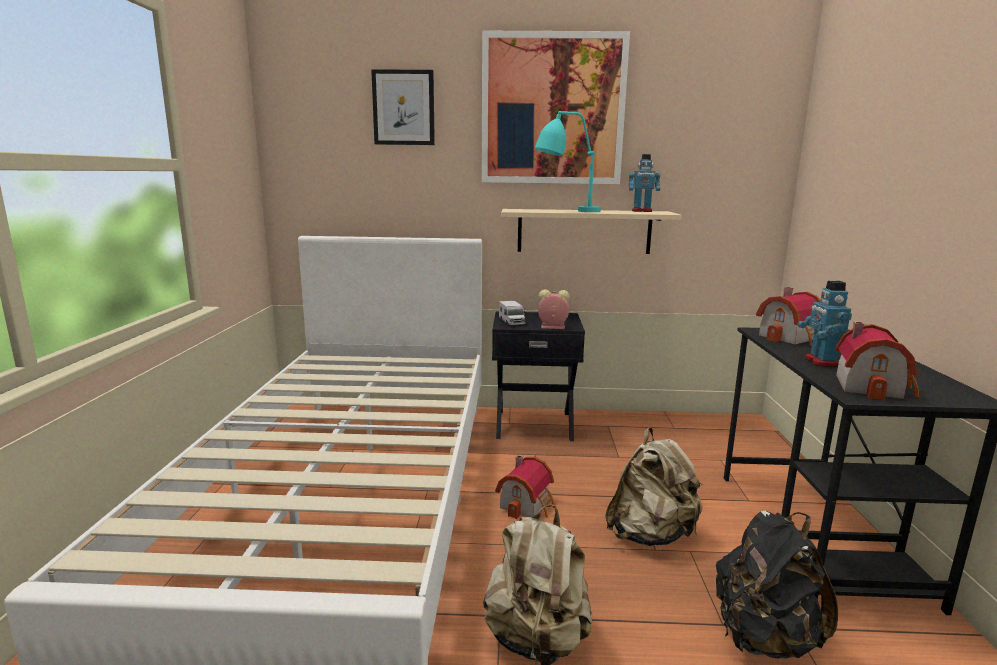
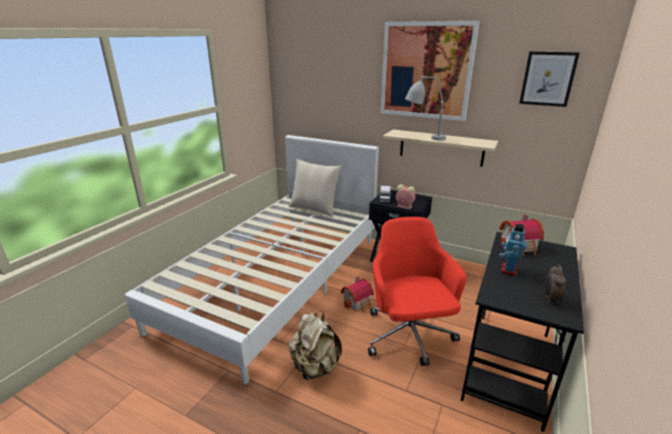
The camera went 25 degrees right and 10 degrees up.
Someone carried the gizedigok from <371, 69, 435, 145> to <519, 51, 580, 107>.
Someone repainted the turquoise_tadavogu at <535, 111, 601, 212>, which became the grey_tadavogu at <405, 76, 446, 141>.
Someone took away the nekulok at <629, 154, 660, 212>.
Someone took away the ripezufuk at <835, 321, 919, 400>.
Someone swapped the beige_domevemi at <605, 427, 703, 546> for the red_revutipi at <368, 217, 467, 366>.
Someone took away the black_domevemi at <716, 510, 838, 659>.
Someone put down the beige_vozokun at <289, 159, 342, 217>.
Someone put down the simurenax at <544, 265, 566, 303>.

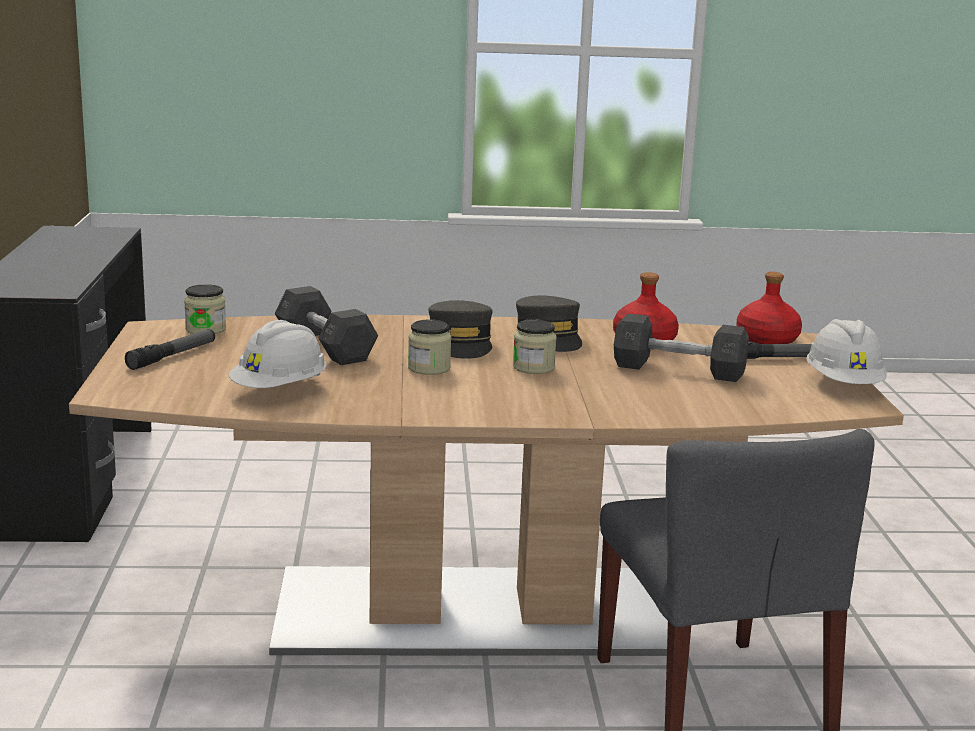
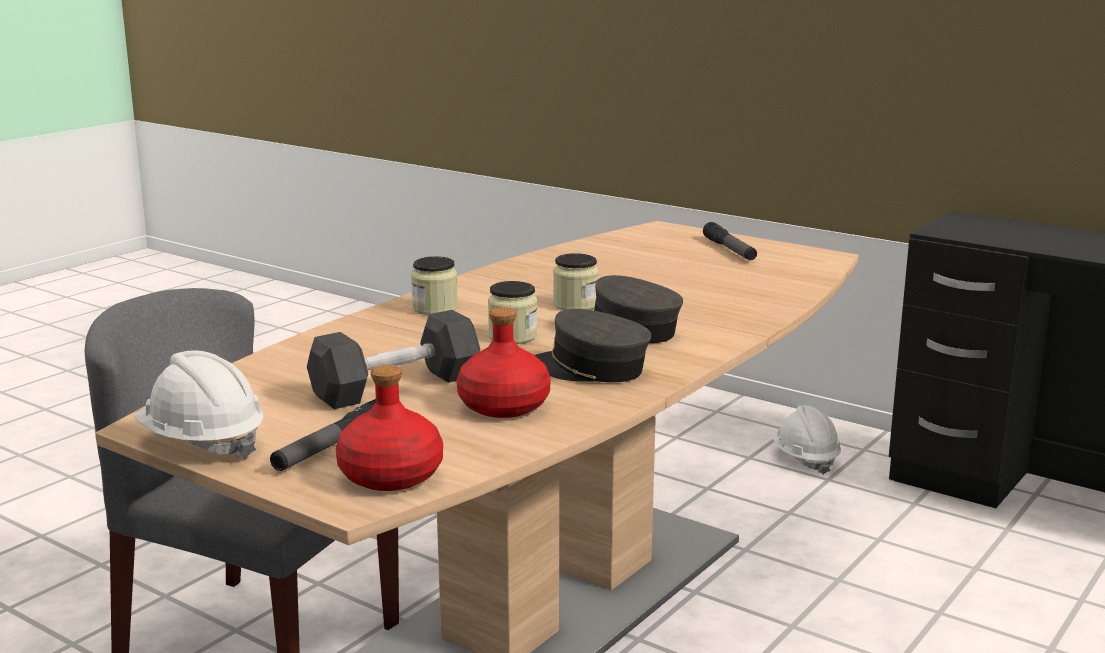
The camera went 130 degrees right and 0 degrees up.
Someone carried the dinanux from <184, 284, 226, 334> to <411, 256, 458, 315>.
Someone took away the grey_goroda at <274, 286, 378, 365>.
Someone carried the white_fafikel from <229, 320, 327, 388> to <772, 405, 841, 475>.

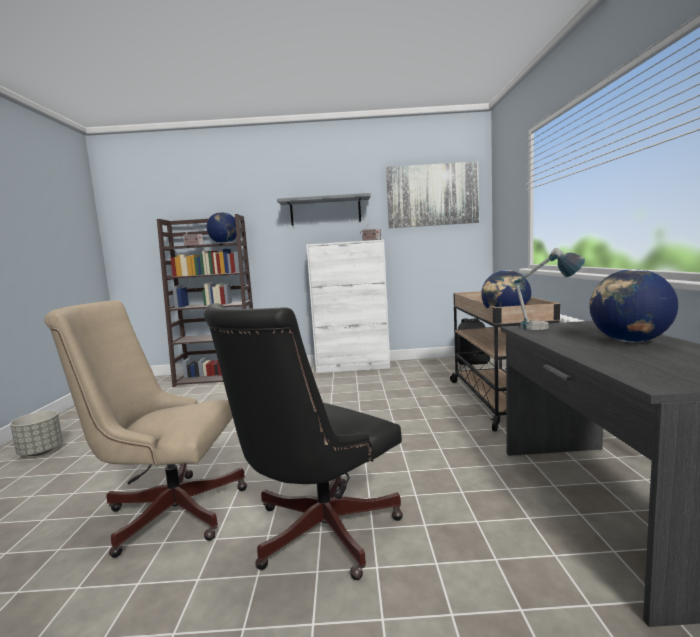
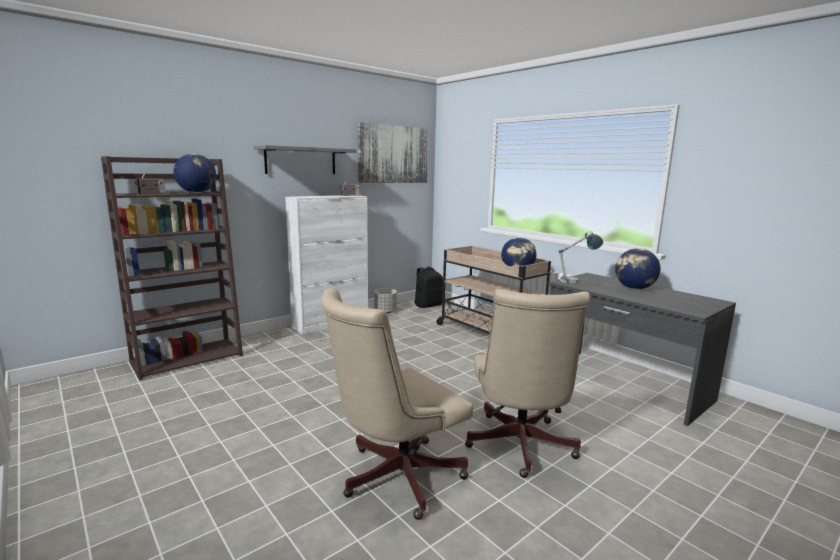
The camera went 40 degrees left and 5 degrees up.
Someone repainted the black_revutipi at <204, 303, 403, 580>, which became the beige_revutipi at <465, 289, 590, 478>.
Someone carried the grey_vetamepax from <10, 411, 63, 456> to <374, 288, 397, 313>.

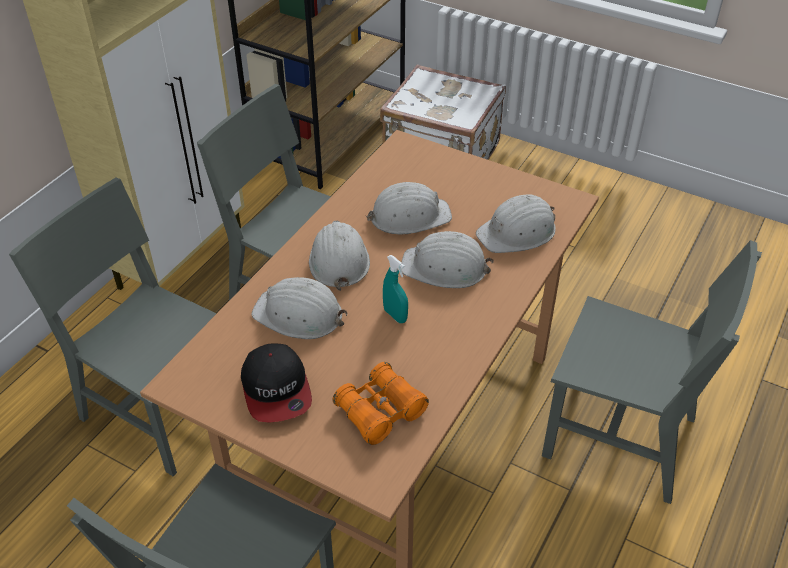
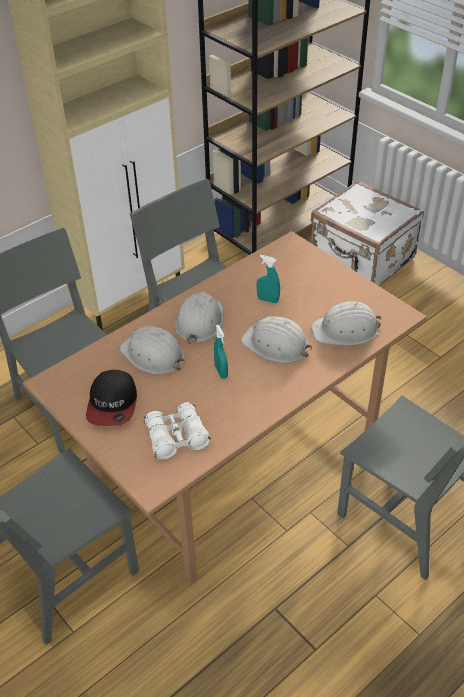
The camera went 20 degrees right and 0 degrees up.
Someone swapped the white_fafikel at <366, 182, 452, 234> for the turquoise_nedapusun at <257, 255, 280, 304>.
Someone repainted the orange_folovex at <332, 362, 429, 445>, which became the white_folovex at <144, 402, 211, 460>.

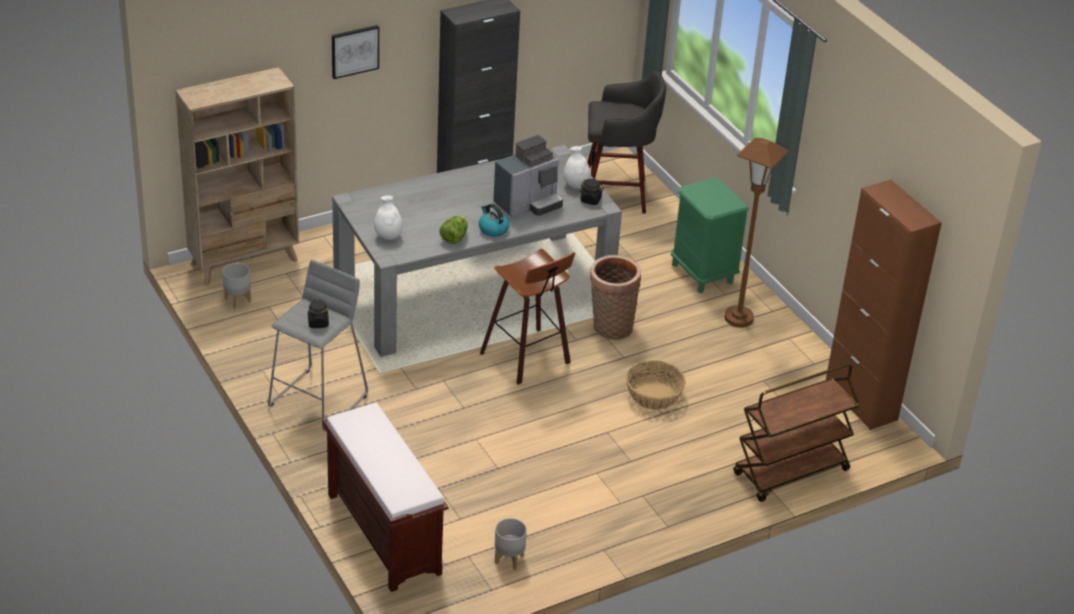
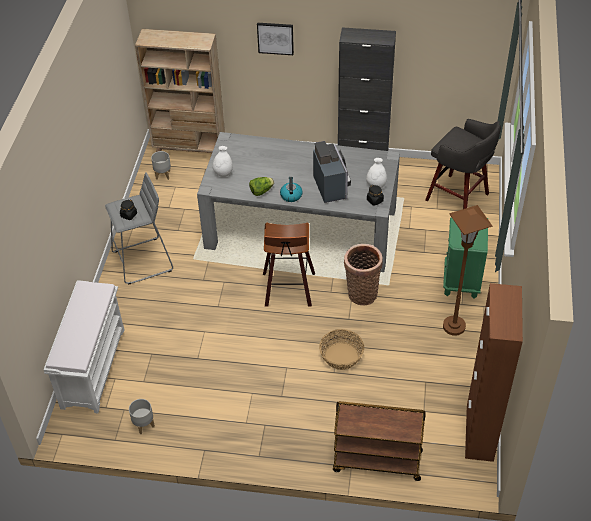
The camera went 40 degrees right and 10 degrees up.
Someone rotated the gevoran at <493, 135, 563, 217> by 105 degrees counterclockwise.
Someone repainted the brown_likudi at <322, 403, 449, 592>, which became the white_likudi at <44, 280, 124, 414>.

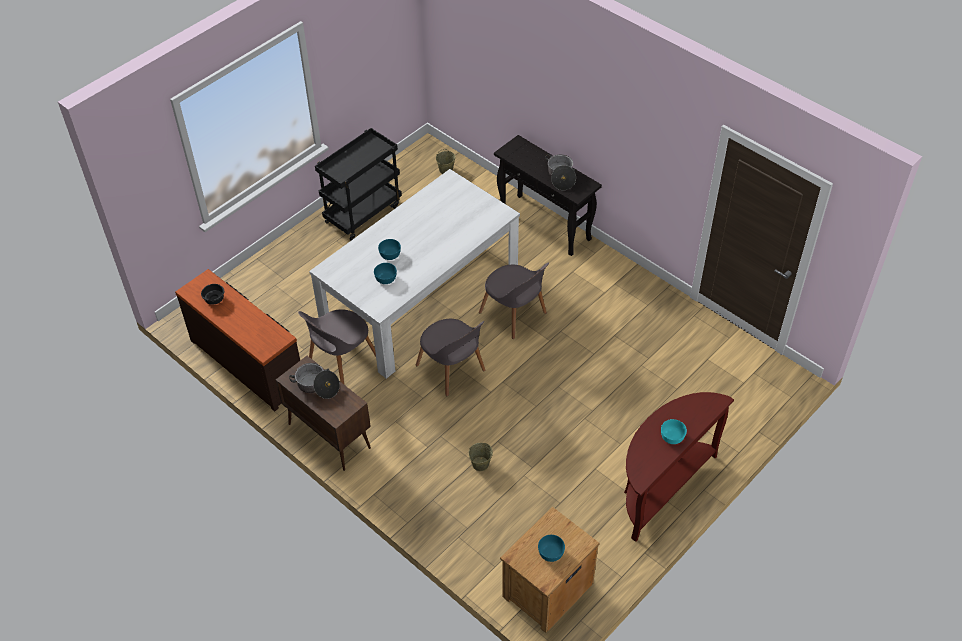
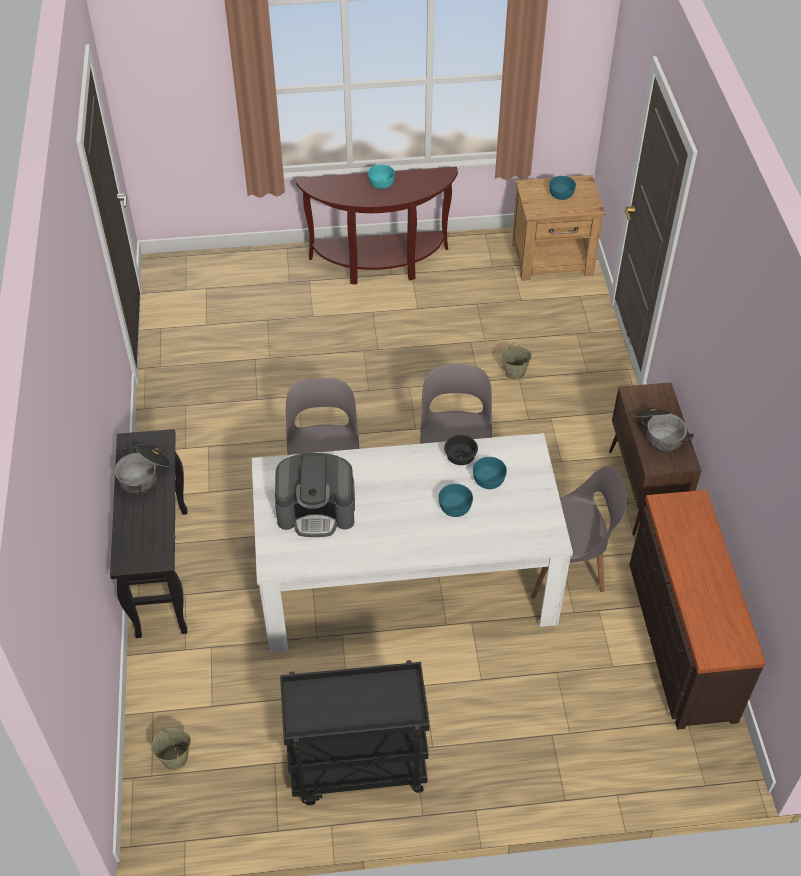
The camera went 140 degrees left and 0 degrees up.
Someone carried the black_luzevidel from <201, 284, 224, 305> to <444, 435, 478, 465>.
Someone put down the gevoran at <275, 453, 355, 537>.

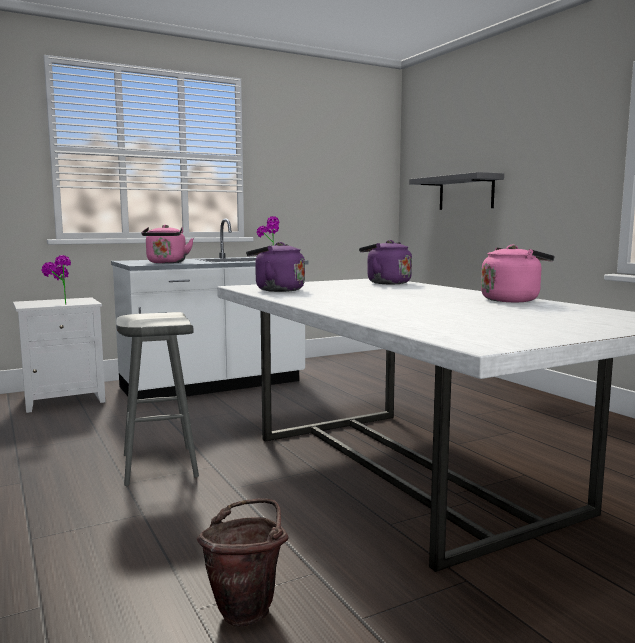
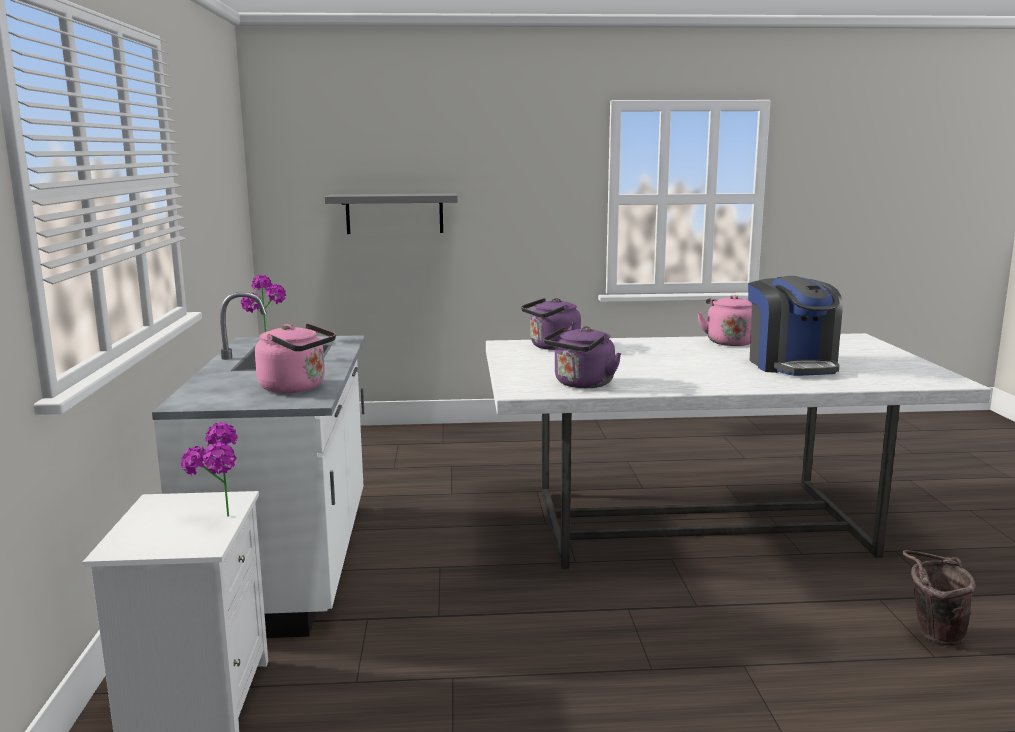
The camera went 65 degrees left and 5 degrees up.
Someone took away the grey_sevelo at <116, 312, 199, 486>.
Someone put down the gevoran at <748, 276, 843, 376>.

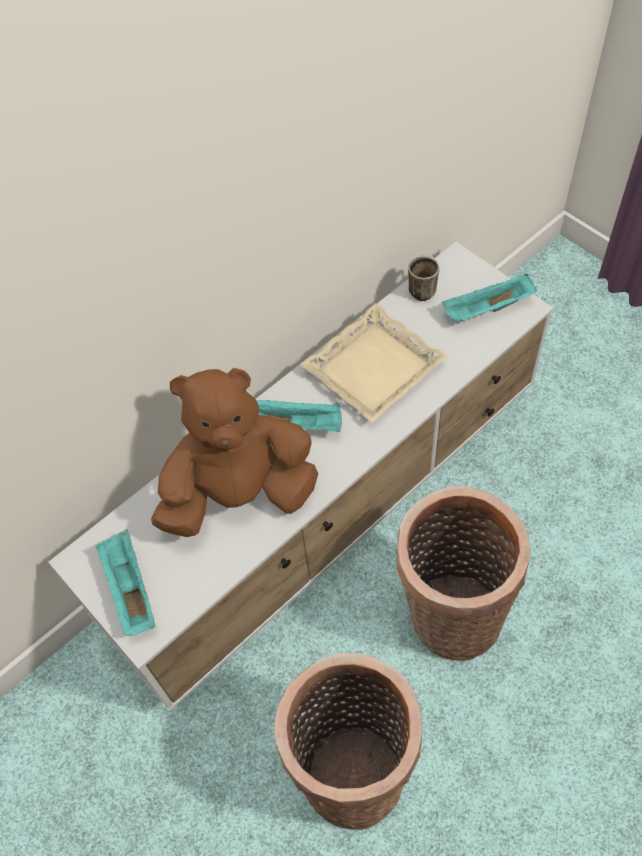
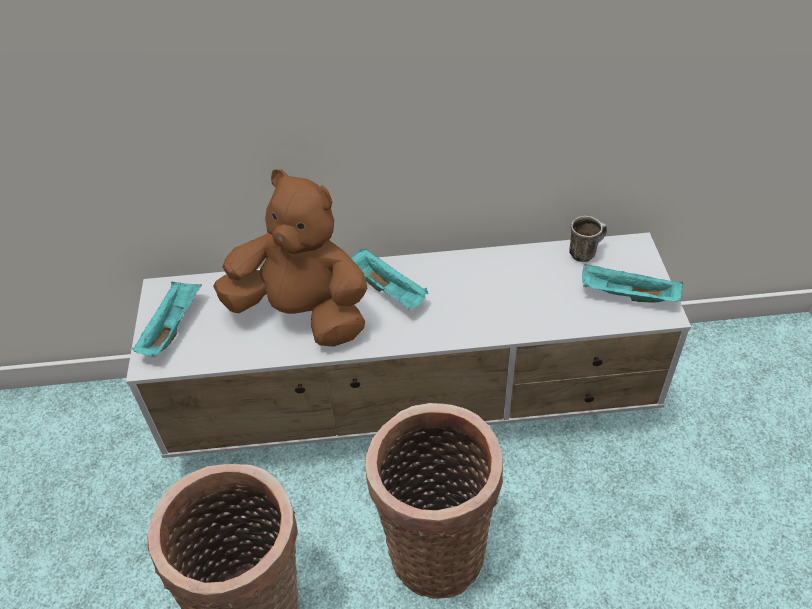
The camera went 35 degrees right and 10 degrees down.
Someone took away the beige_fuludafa at <300, 303, 448, 423>.

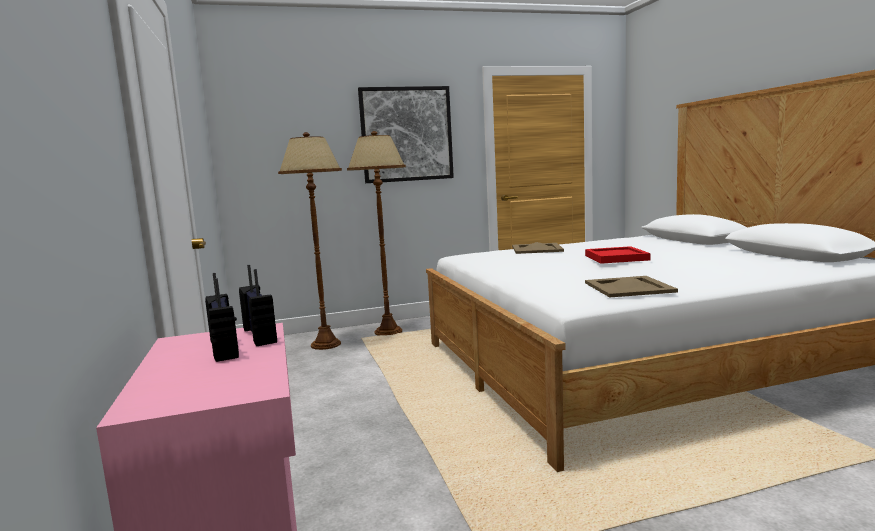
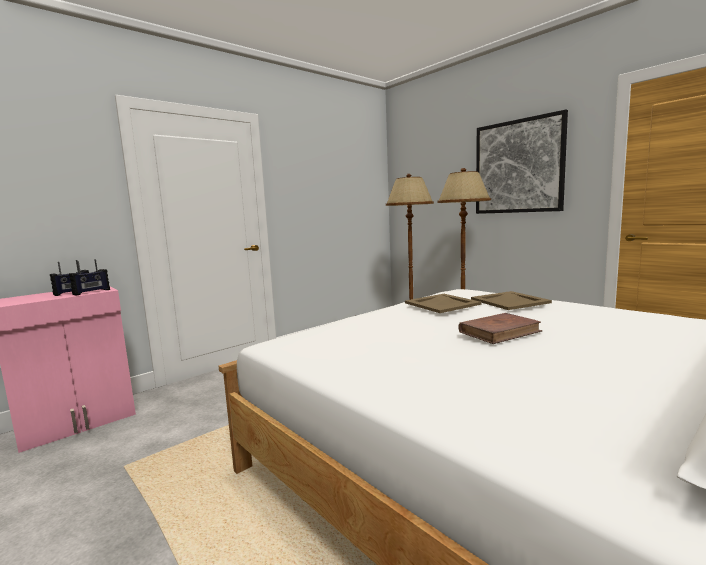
The camera went 65 degrees right and 0 degrees up.
Someone swapped the red_fuludafa at <585, 246, 650, 264> for the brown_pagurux at <458, 313, 543, 344>.
Someone carried the beige_fuludafa from <585, 276, 678, 298> to <405, 294, 481, 313>.

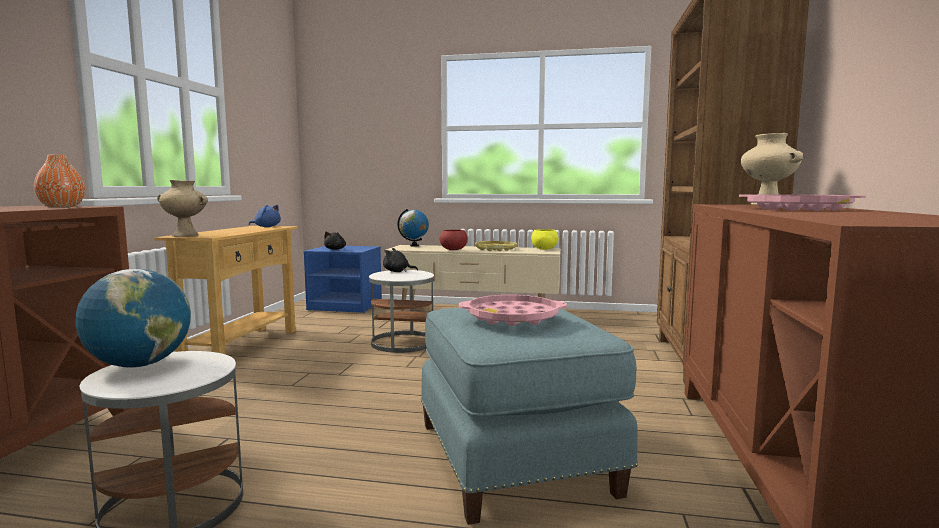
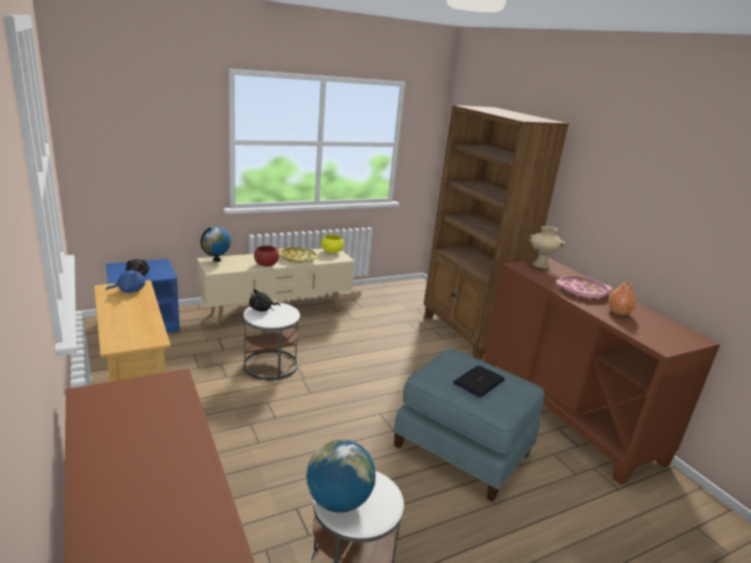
The camera went 40 degrees left and 15 degrees up.
Someone carried the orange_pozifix from <34, 155, 85, 207> to <608, 282, 636, 315>.
Someone took away the beige_pozifix at <157, 180, 208, 237>.
Someone swapped the pink_fuludafa at <459, 295, 567, 326> for the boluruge at <453, 366, 505, 398>.

